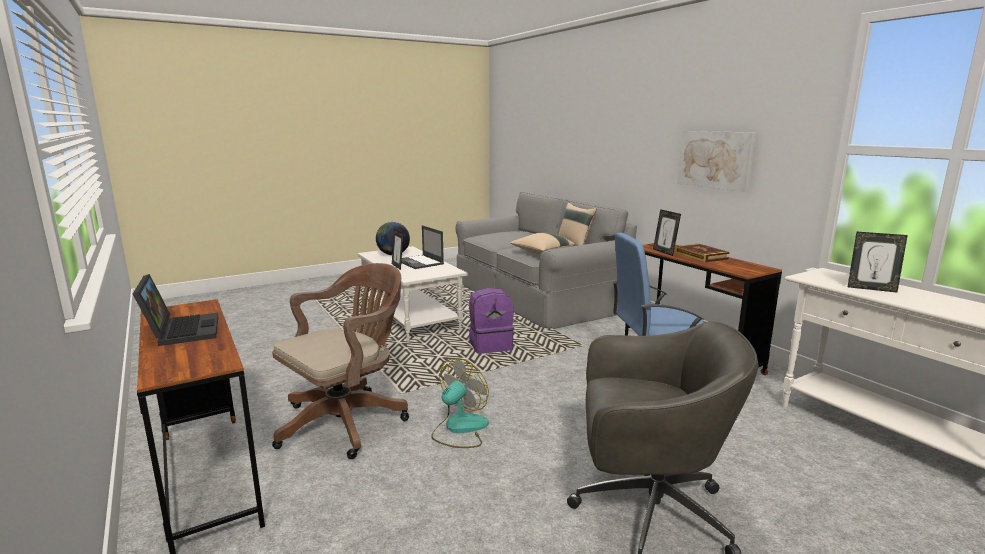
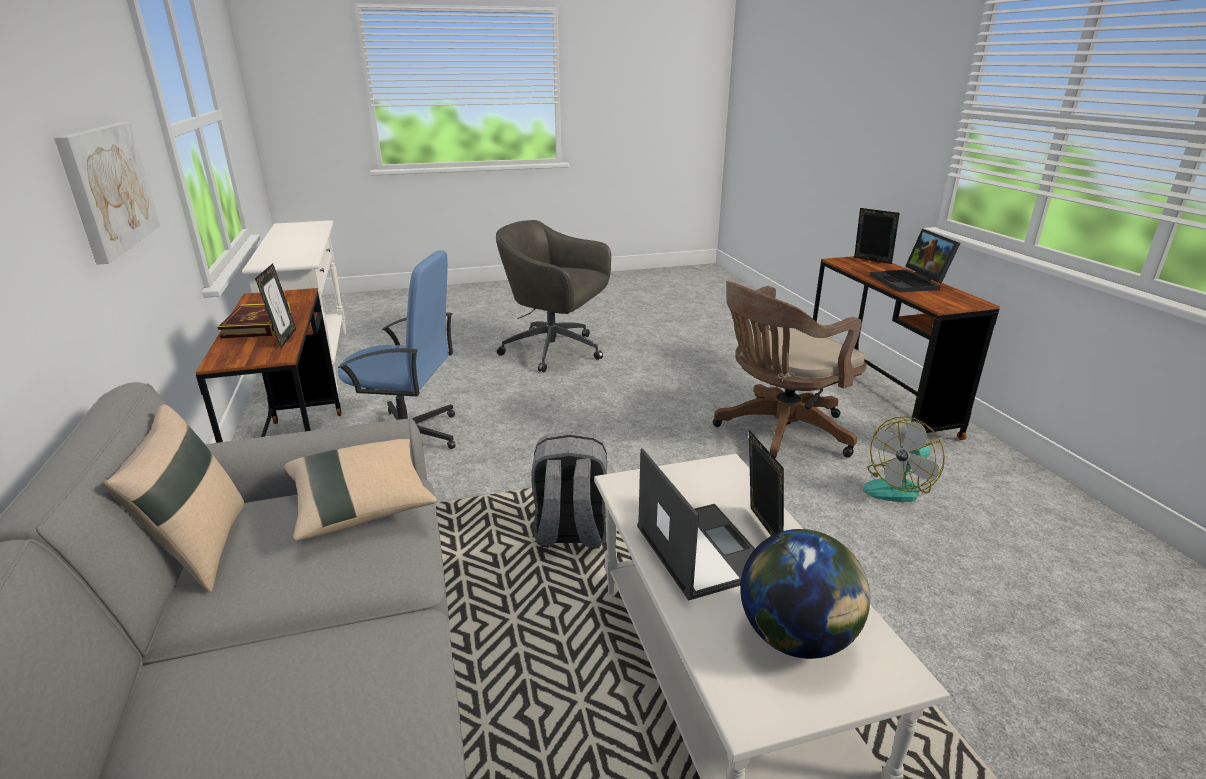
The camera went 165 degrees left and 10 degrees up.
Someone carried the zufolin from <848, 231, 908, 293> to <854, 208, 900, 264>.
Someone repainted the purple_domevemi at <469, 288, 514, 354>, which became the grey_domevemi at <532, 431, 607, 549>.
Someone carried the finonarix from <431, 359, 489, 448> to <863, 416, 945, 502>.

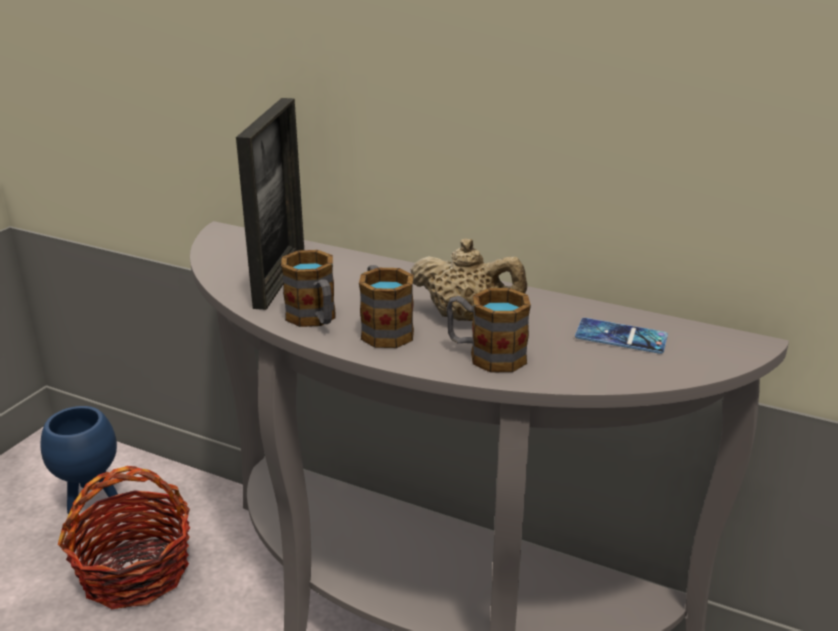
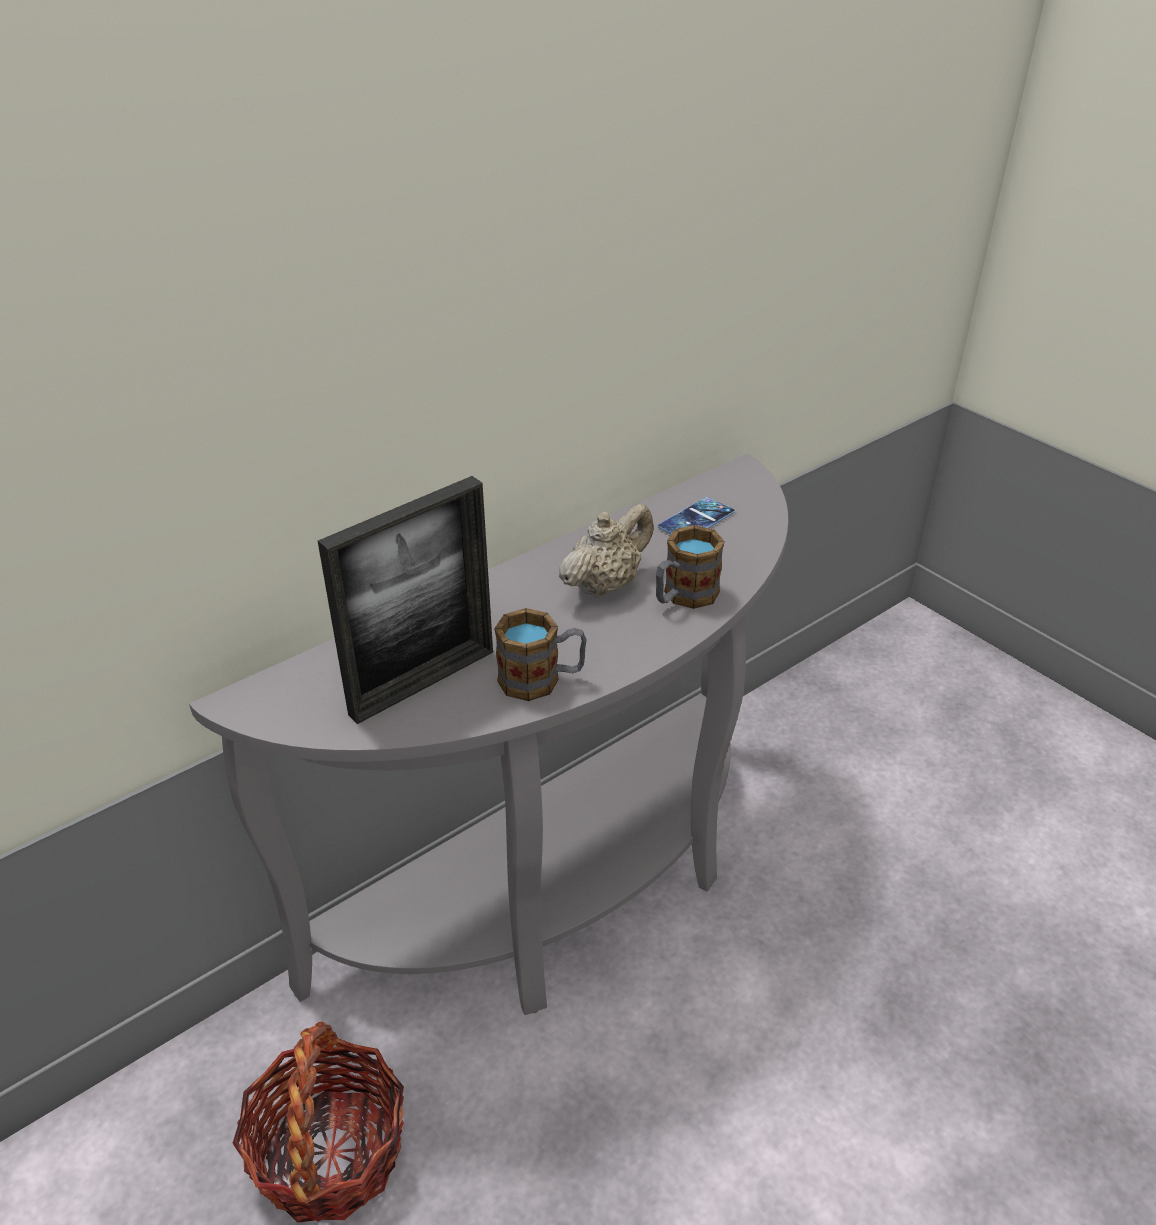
The camera went 65 degrees left and 10 degrees up.
Someone rotated the zufolin at <236, 98, 304, 310> by 105 degrees clockwise.
Someone took away the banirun at <359, 265, 414, 348>.
Someone took away the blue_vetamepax at <41, 406, 118, 514>.

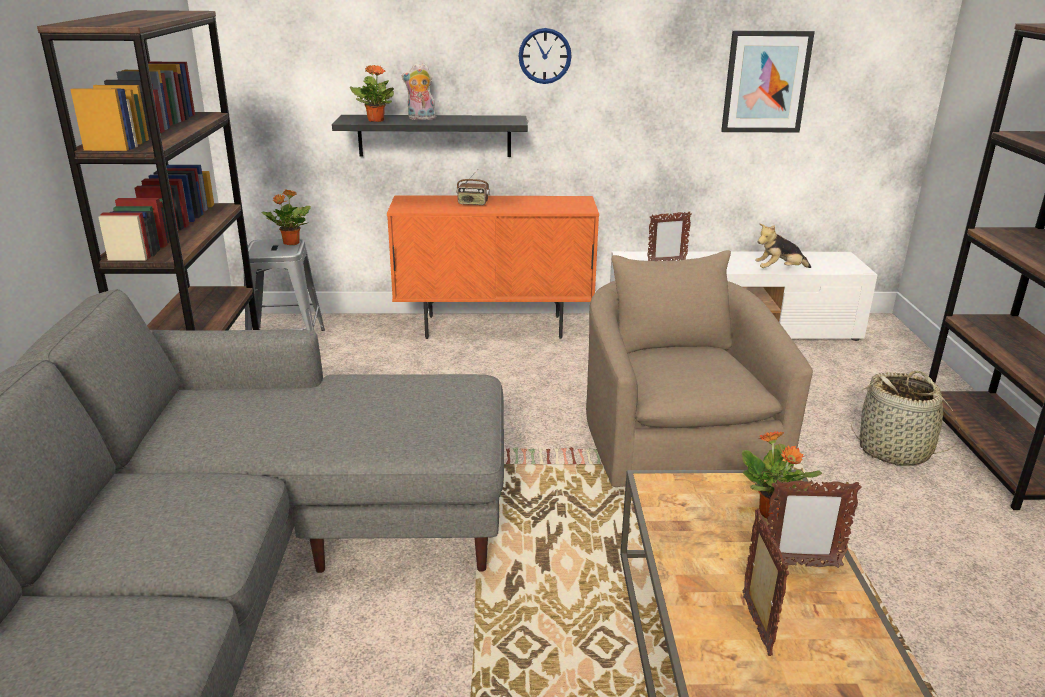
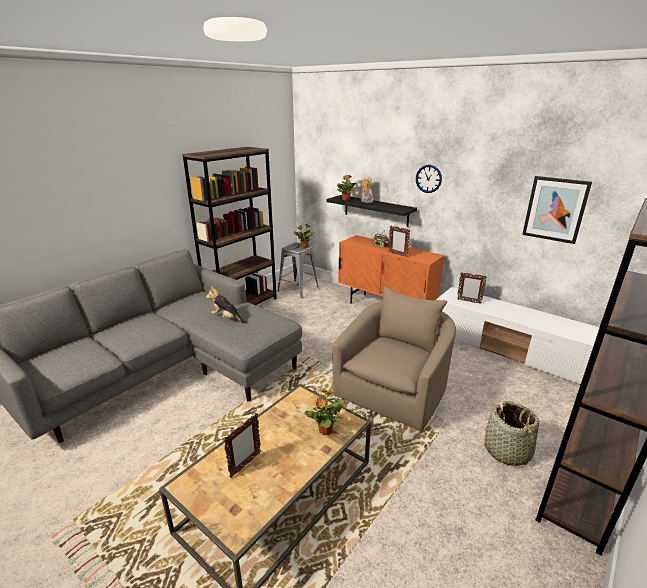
The camera went 40 degrees right and 0 degrees up.
Someone carried the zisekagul from <755, 224, 811, 268> to <206, 286, 247, 323>.
Someone carried the zufolin from <767, 479, 862, 568> to <389, 226, 410, 257>.

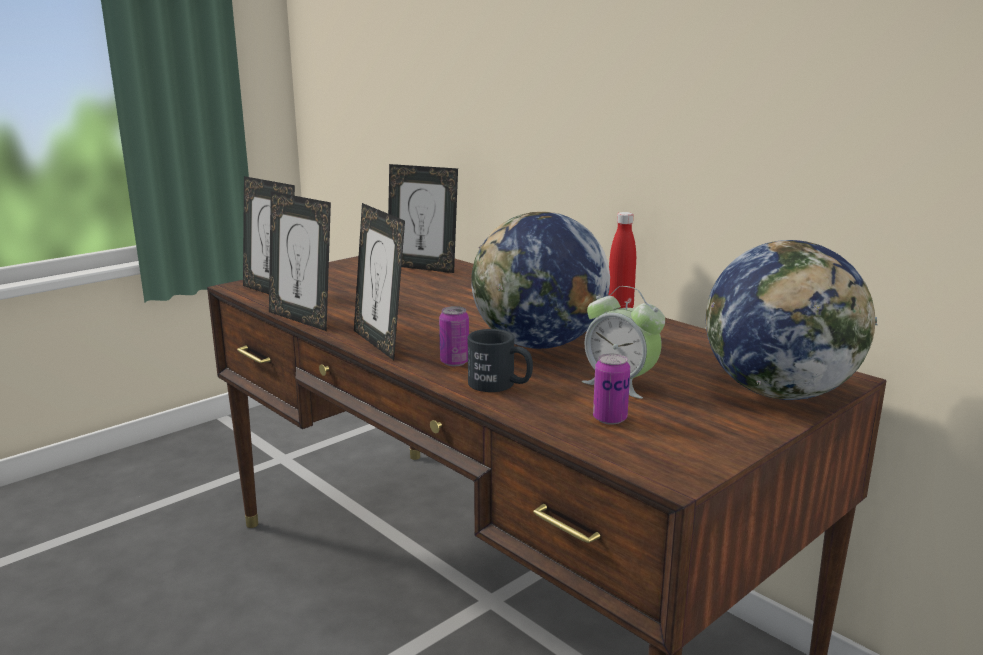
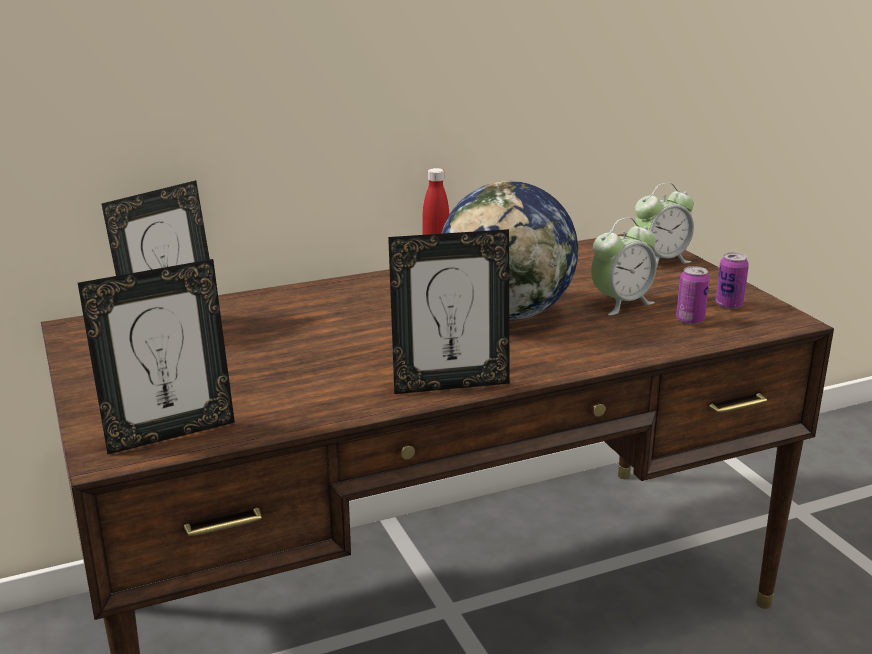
The camera went 70 degrees left and 5 degrees up.
Someone took away the zufolin at <269, 191, 331, 331>.
Someone swapped the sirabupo at <706, 240, 878, 400> for the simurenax at <634, 183, 694, 266>.
Someone carried the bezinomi from <439, 306, 469, 366> to <715, 253, 749, 309>.
Someone took away the black_banirun at <467, 329, 533, 392>.

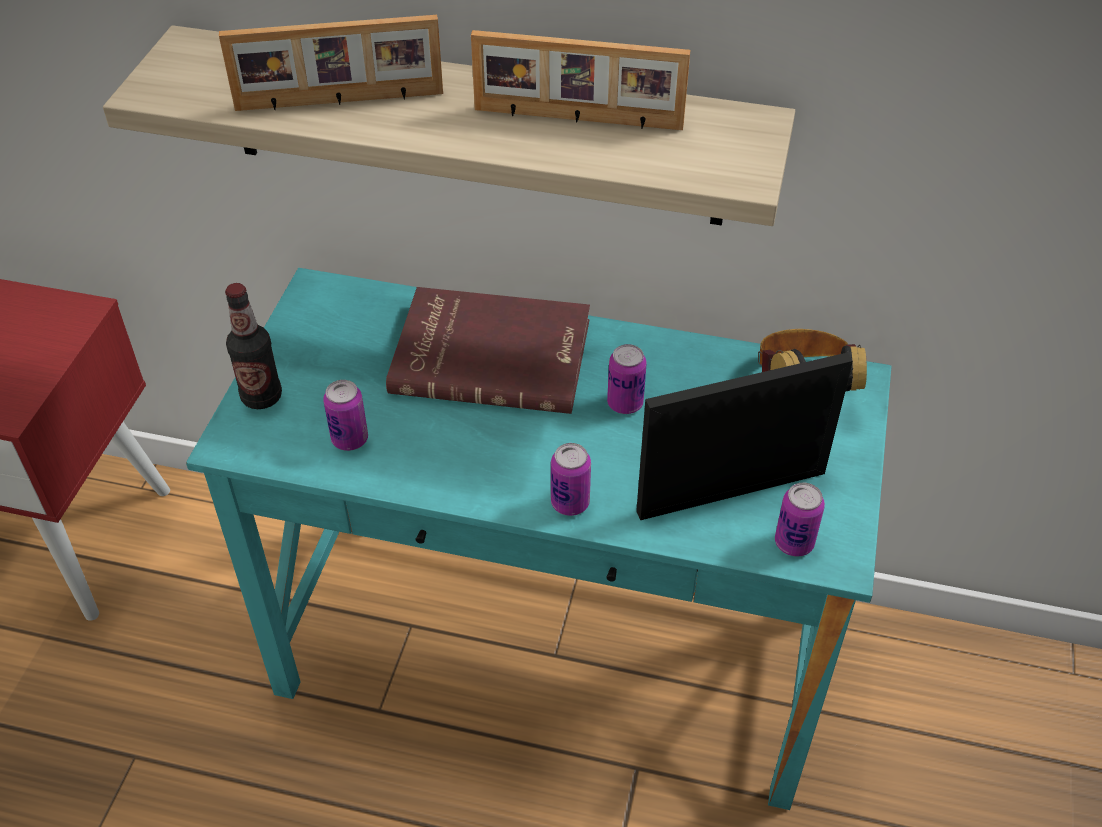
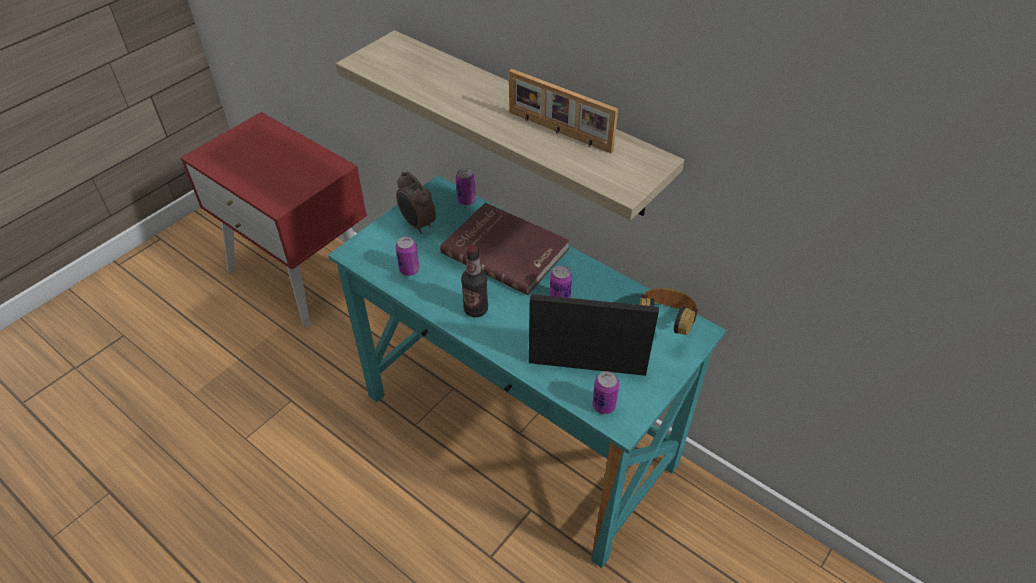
The camera went 25 degrees right and 0 degrees up.
Someone took away the zufolin at <219, 15, 443, 111>.
Someone carried the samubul from <225, 283, 282, 409> to <461, 245, 488, 317>.
Someone carried the bezinomi from <551, 443, 591, 516> to <456, 168, 476, 205>.
Someone put down the simurenax at <396, 171, 436, 234>.

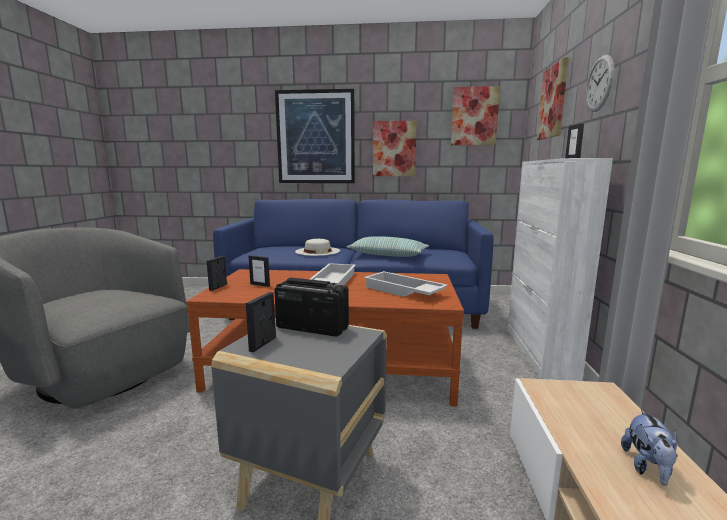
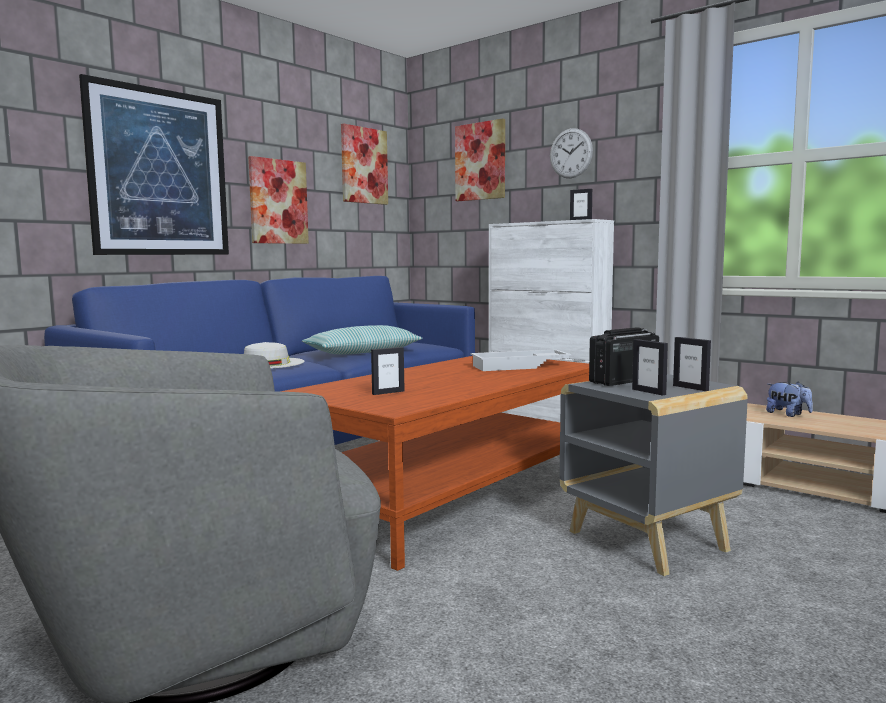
The camera went 55 degrees left and 5 degrees down.
Someone carried the zufolin from <207, 256, 227, 291> to <673, 337, 711, 391>.
Someone took away the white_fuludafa at <309, 263, 356, 285>.

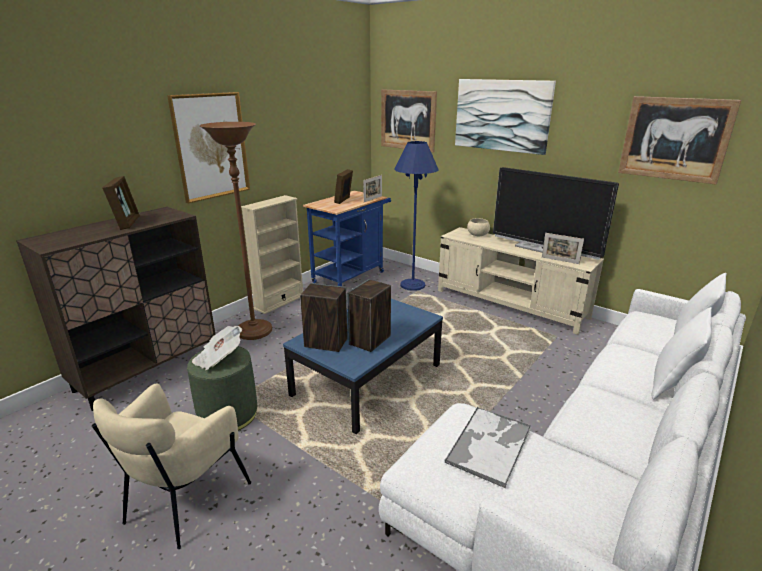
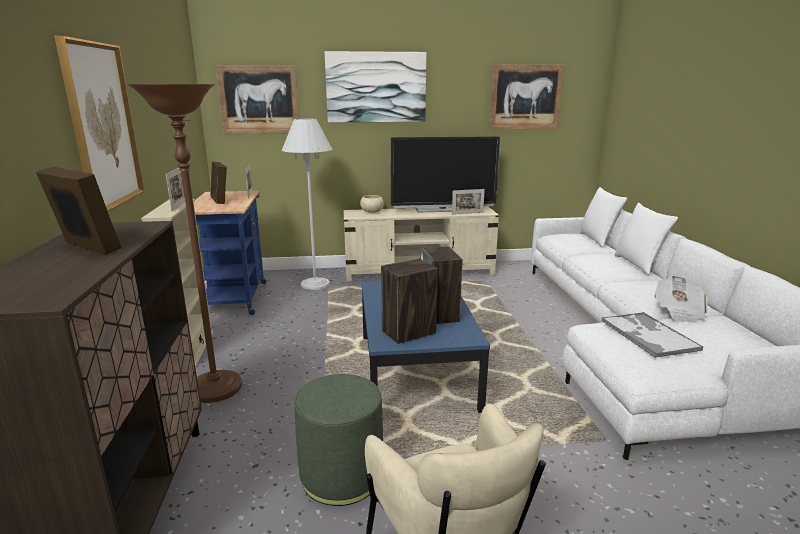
The camera went 45 degrees left and 5 degrees down.
Someone repainted the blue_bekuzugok at <394, 141, 439, 291>, which became the white_bekuzugok at <282, 118, 333, 290>.
Someone carried the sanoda from <192, 326, 242, 370> to <654, 275, 708, 322>.
Someone put down the zufolin at <166, 168, 185, 211>.

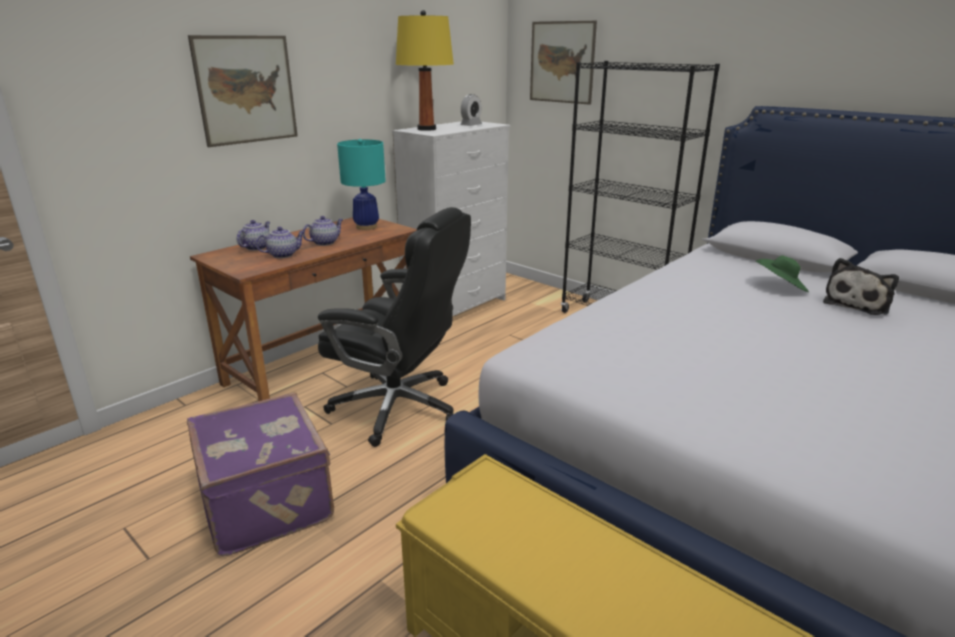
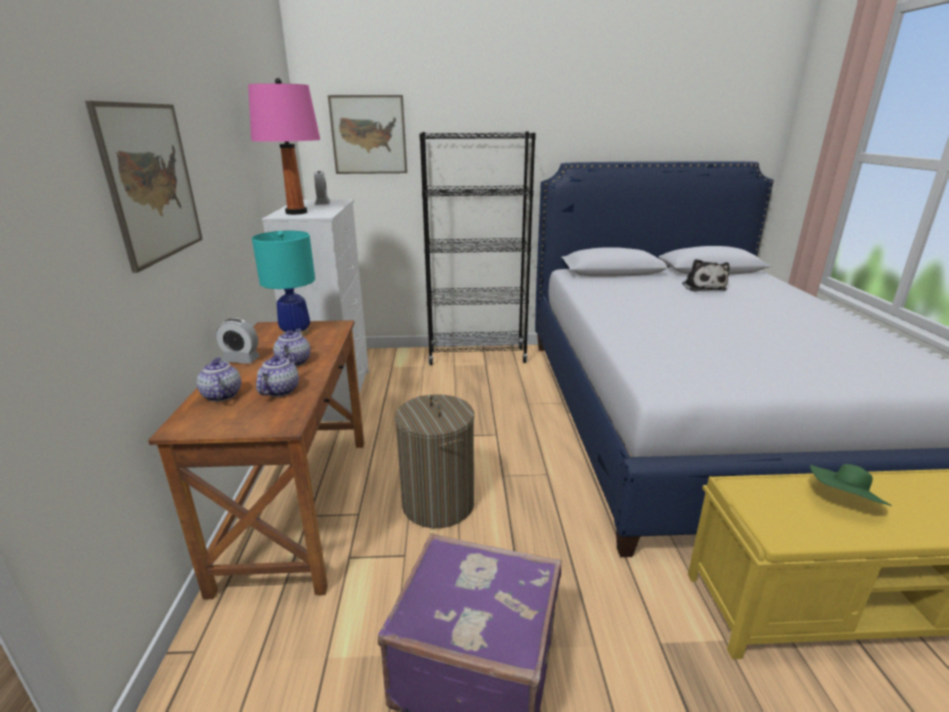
The camera went 45 degrees left and 0 degrees up.
Someone repainted the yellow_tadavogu at <396, 10, 454, 131>, which became the pink_tadavogu at <248, 78, 321, 215>.
Someone swapped the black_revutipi at <318, 207, 471, 447> for the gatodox at <395, 395, 474, 528>.
Someone carried the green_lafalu from <756, 256, 809, 292> to <810, 464, 892, 506>.
Someone put down the simurenax at <215, 318, 260, 364>.

